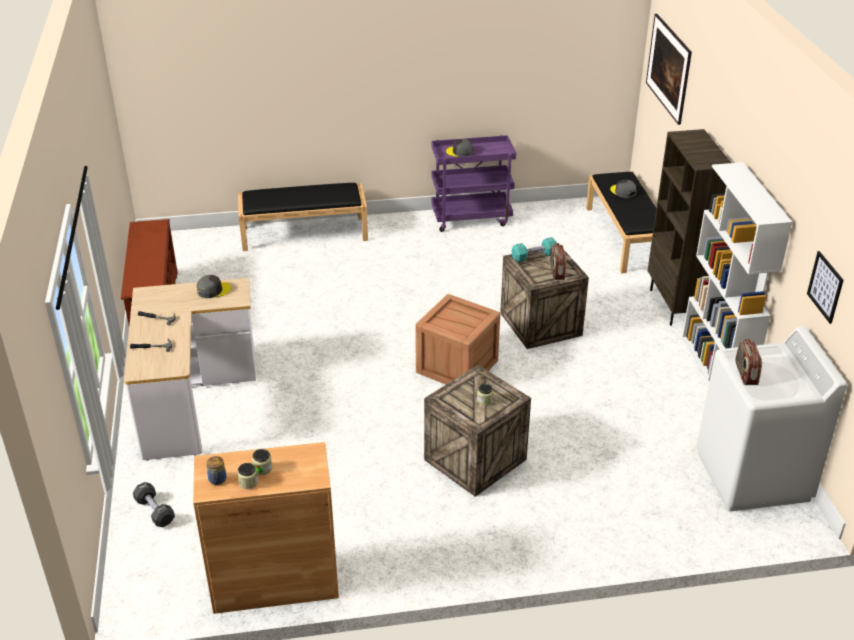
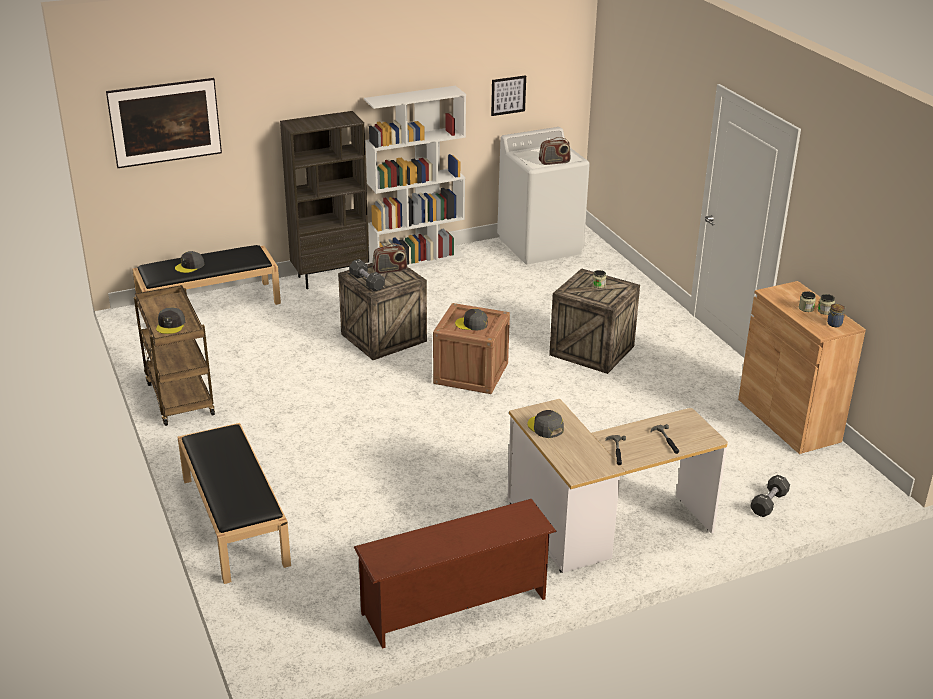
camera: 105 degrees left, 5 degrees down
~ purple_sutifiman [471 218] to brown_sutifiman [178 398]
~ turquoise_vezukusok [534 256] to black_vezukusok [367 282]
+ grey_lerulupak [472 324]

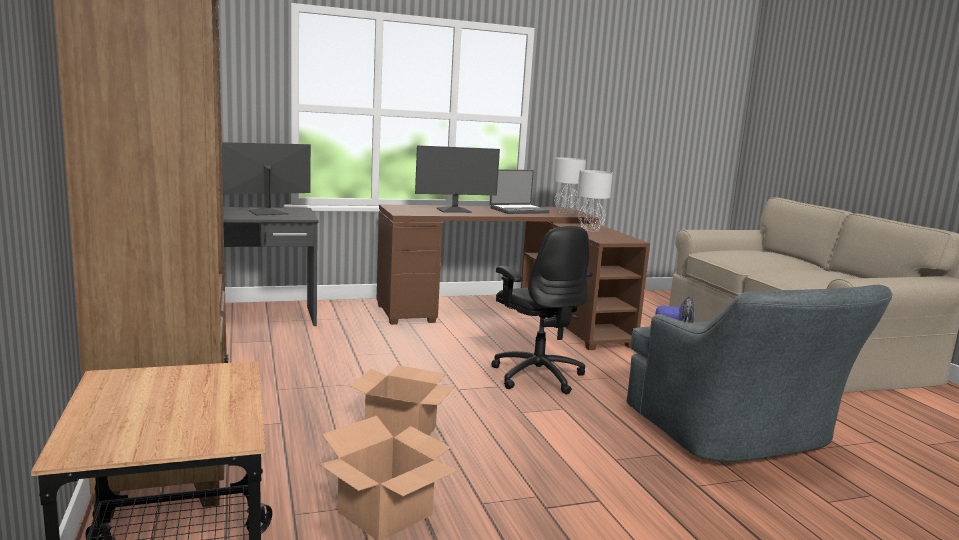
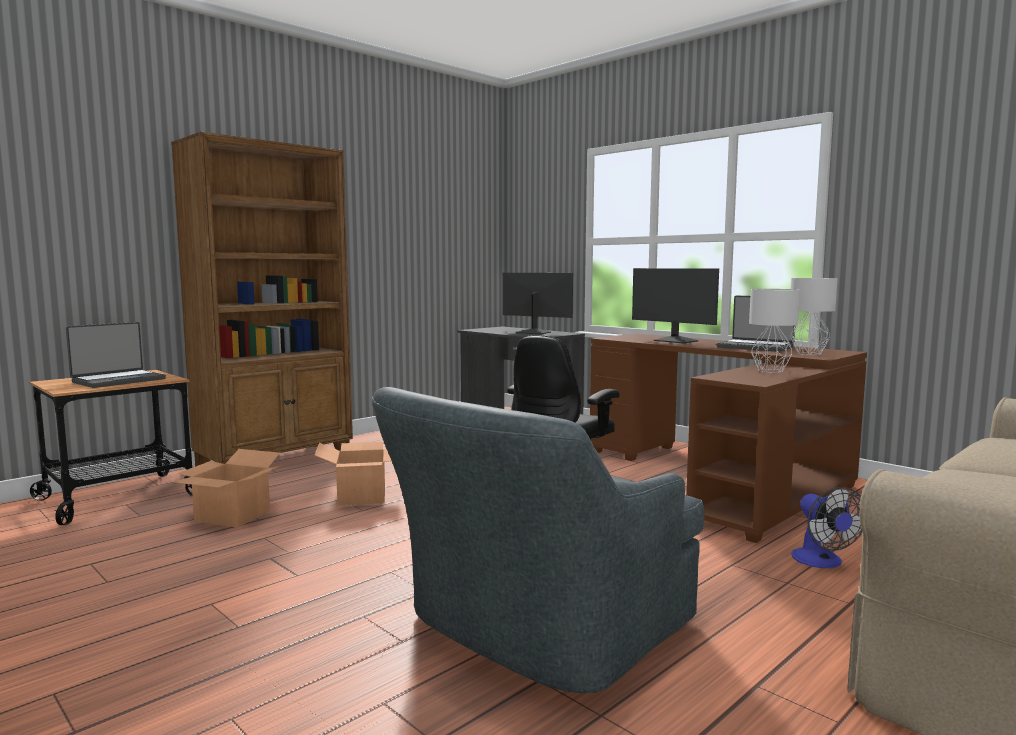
camera: 65 degrees right, 5 degrees down
+ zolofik [118 380]

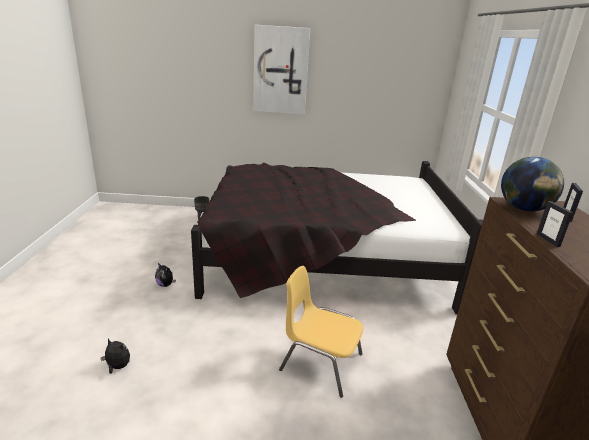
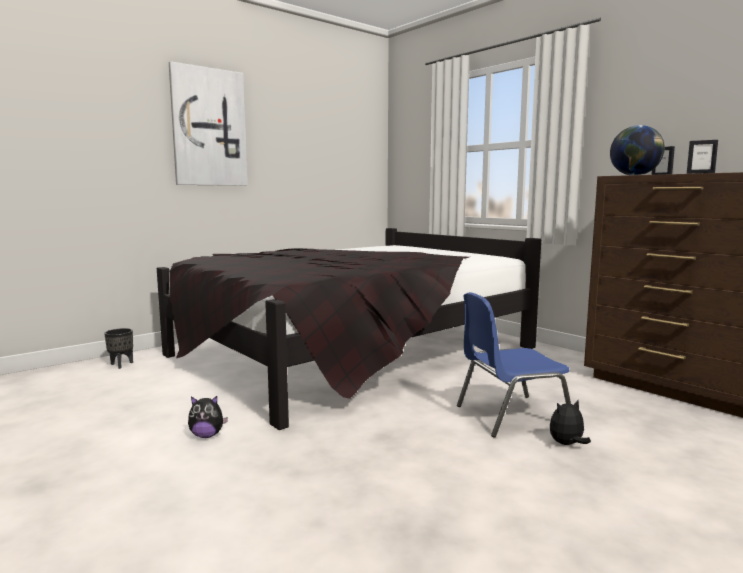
camera: 40 degrees left, 15 degrees down
~ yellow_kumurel [320 362] to blue_kumurel [510 416]
~ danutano [117 367] to [567 444]

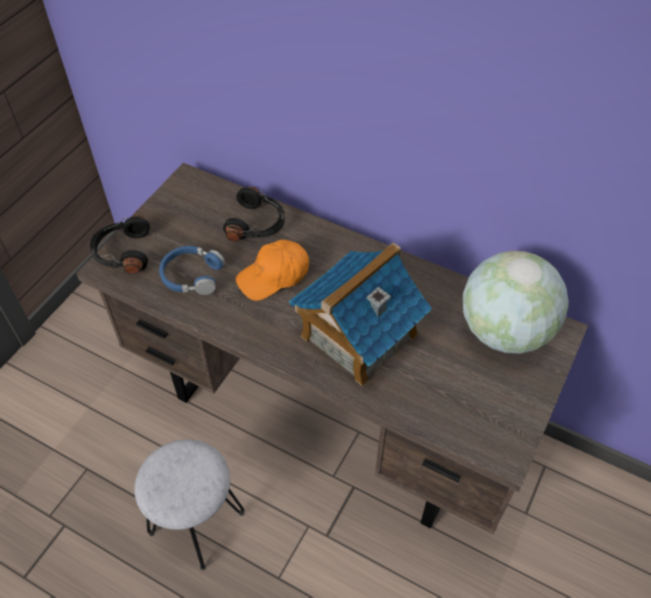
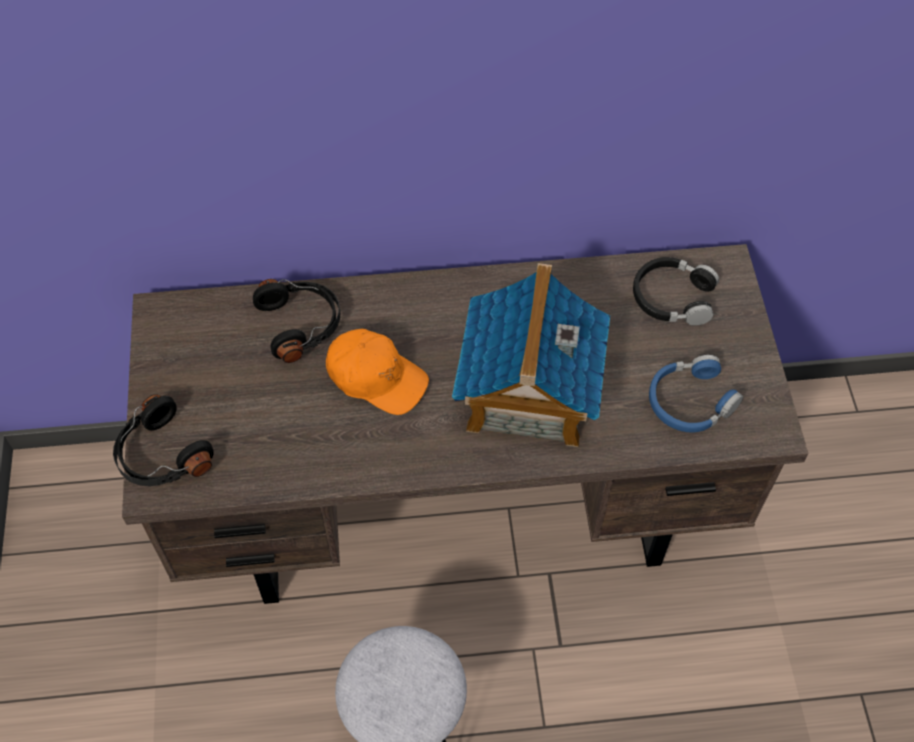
camera: 35 degrees left, 5 degrees up
~ orange_lerulupak [274 276] = [376 377] 90 degrees counterclockwise
~ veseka [504 331] to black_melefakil [672 298]
~ blue_melefakil [192 275] to [690 402]

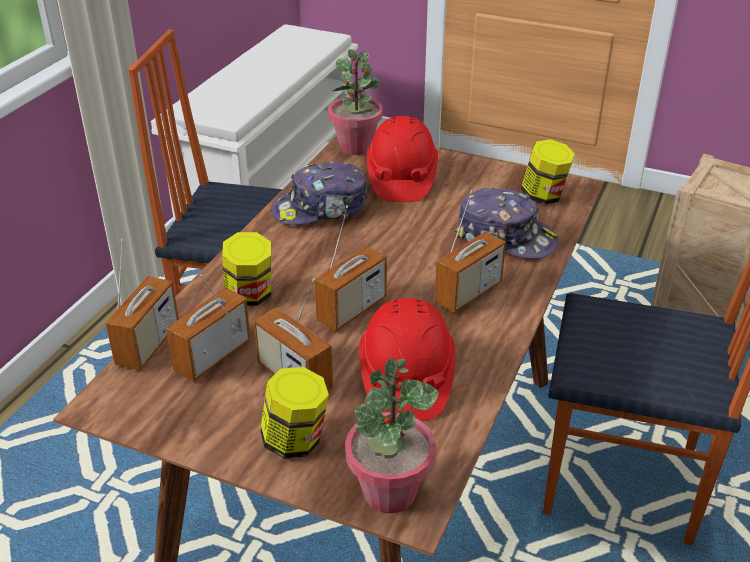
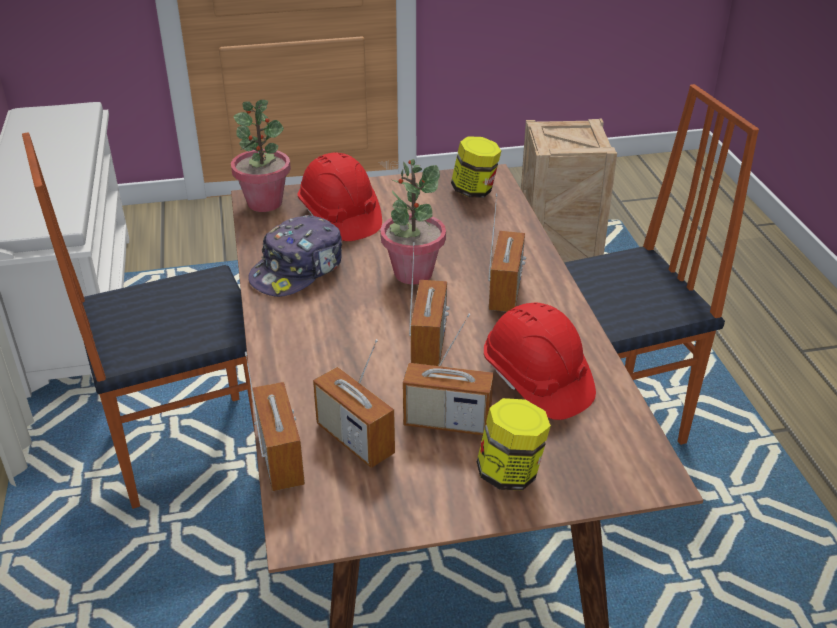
camera: 35 degrees left, 0 degrees up
~ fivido [212 356] = [355 439] 45 degrees counterclockwise
~ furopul [389 492] to [412 273]
- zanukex [250 295]
- lerulupak [505 237]

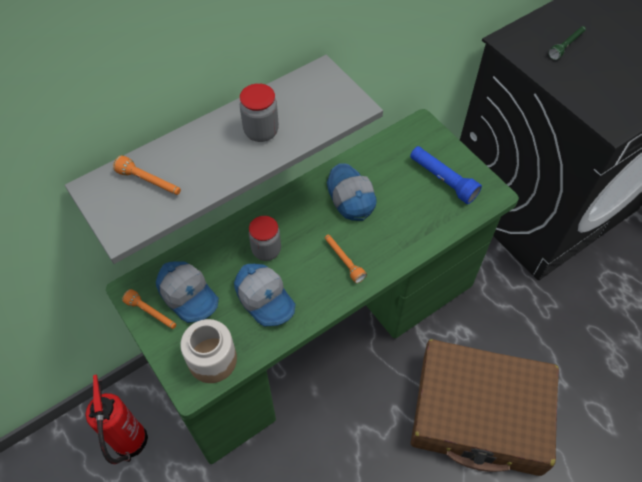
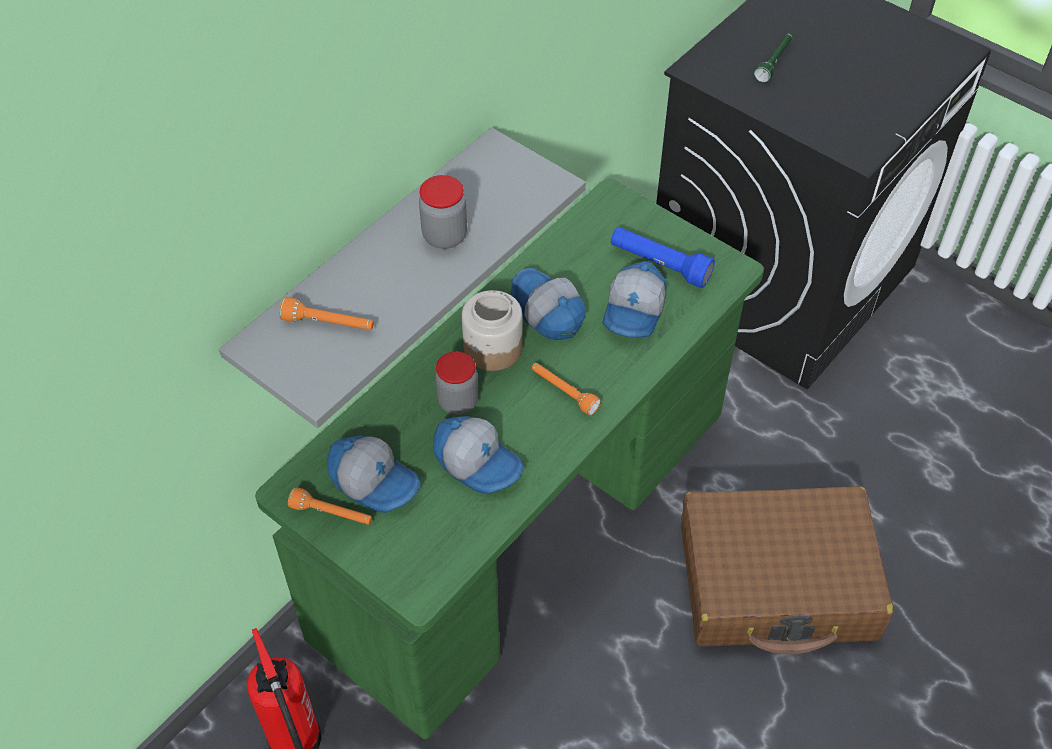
camera: 15 degrees left, 5 degrees down
~ zanukex [212 360] to [492 347]
+ lerulupak [635 311]

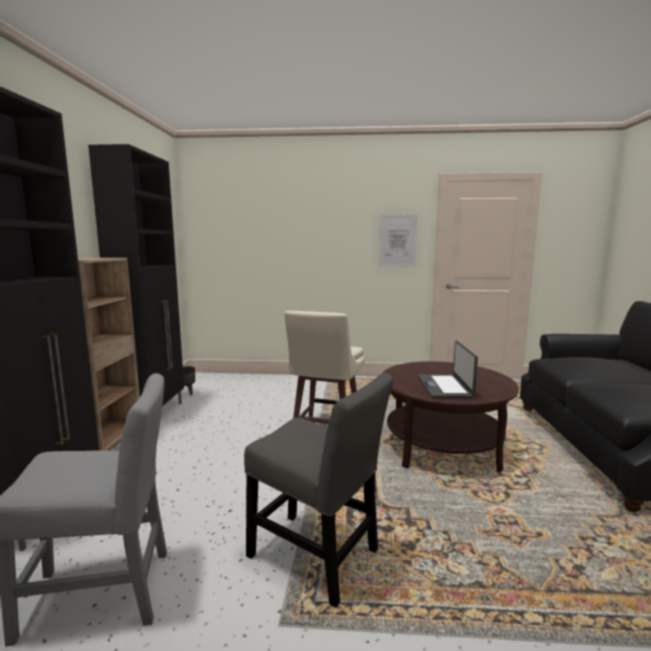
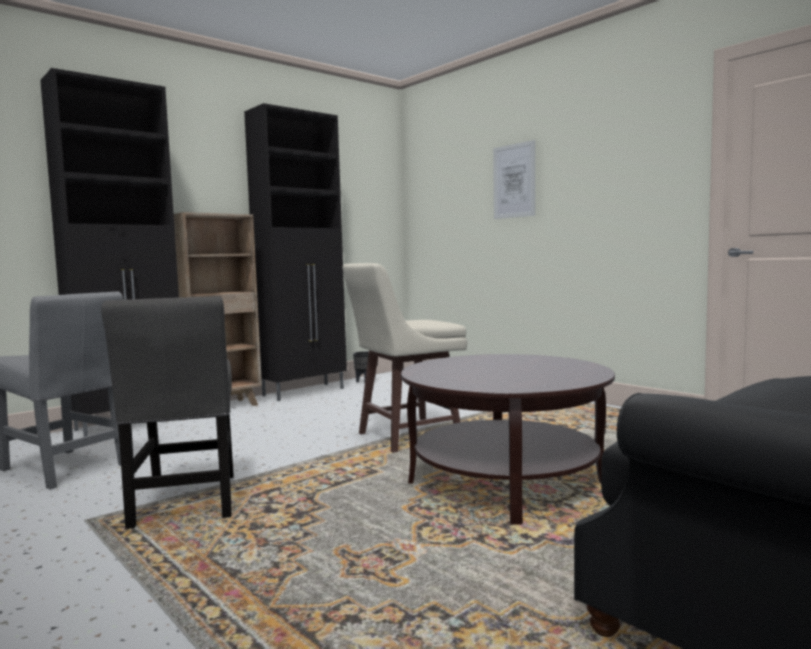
camera: 45 degrees right, 5 degrees down
~ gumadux [397 240] to [514 181]
- zolofik [445 386]

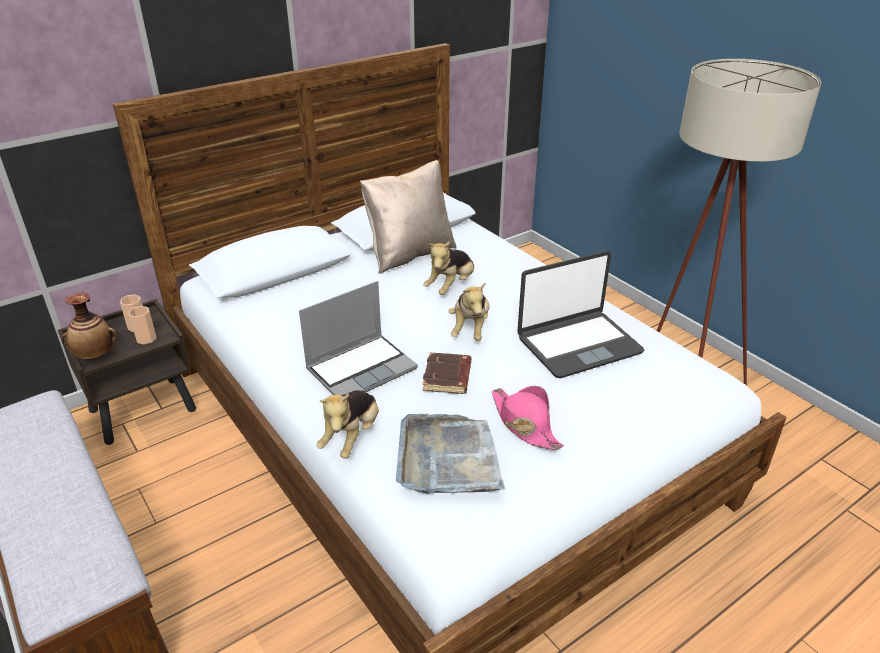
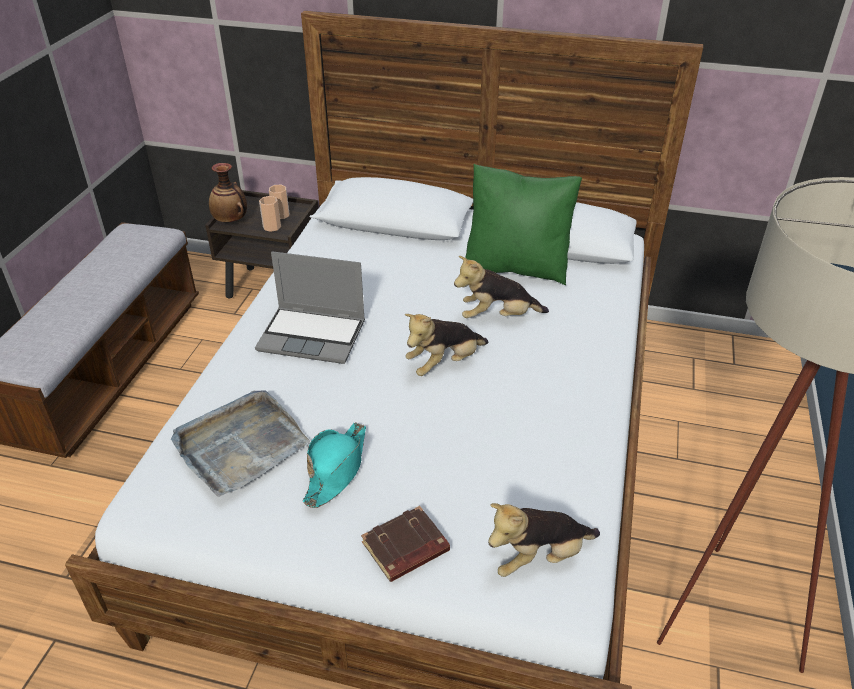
camera: 50 degrees right, 5 degrees up
~ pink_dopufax [524 423] to turquoise_dopufax [336 469]
~ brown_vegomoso [448 377] to [405 549]
~ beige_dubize [409 254] to green_dubize [516 266]
~ danutano [352 437] to [538 557]
- zolofik [578 344]

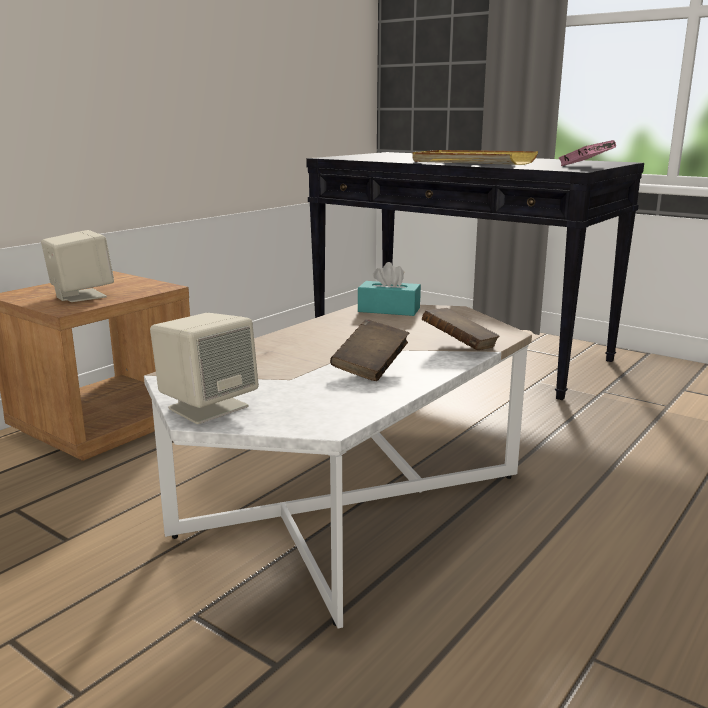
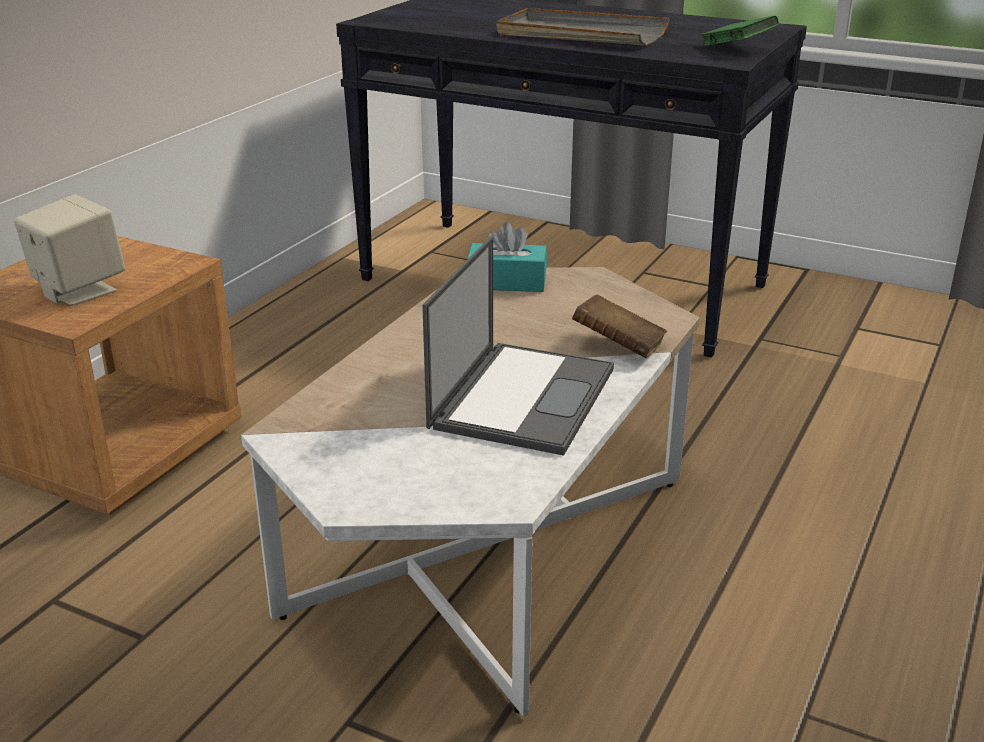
camera: 10 degrees left, 10 degrees up
~ brown_vegomoso [370 368] to zolofik [523 396]
~ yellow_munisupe [472 162] to grey_munisupe [581 34]
~ pink_vegomoso [585 167] to green_vegomoso [737 49]
- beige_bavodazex [207 407]

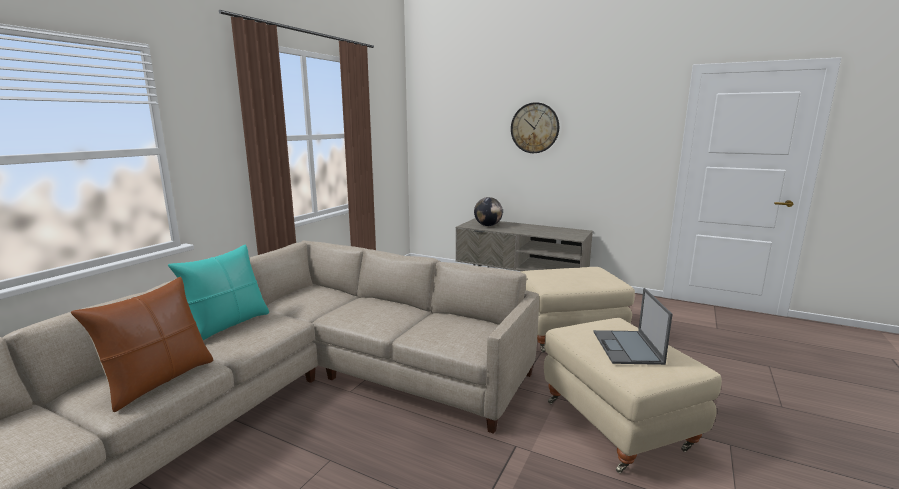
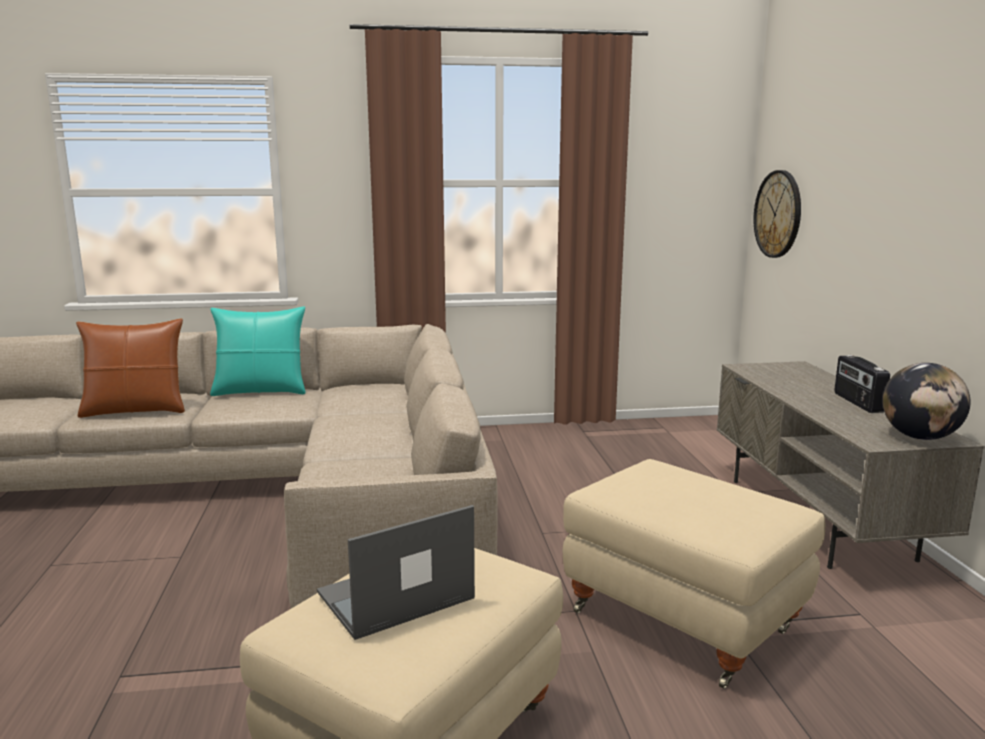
camera: 55 degrees right, 0 degrees up
~ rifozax [534 128] to [778 214]
+ fivido [857 402]
~ veseka [488 225] to [919 437]

